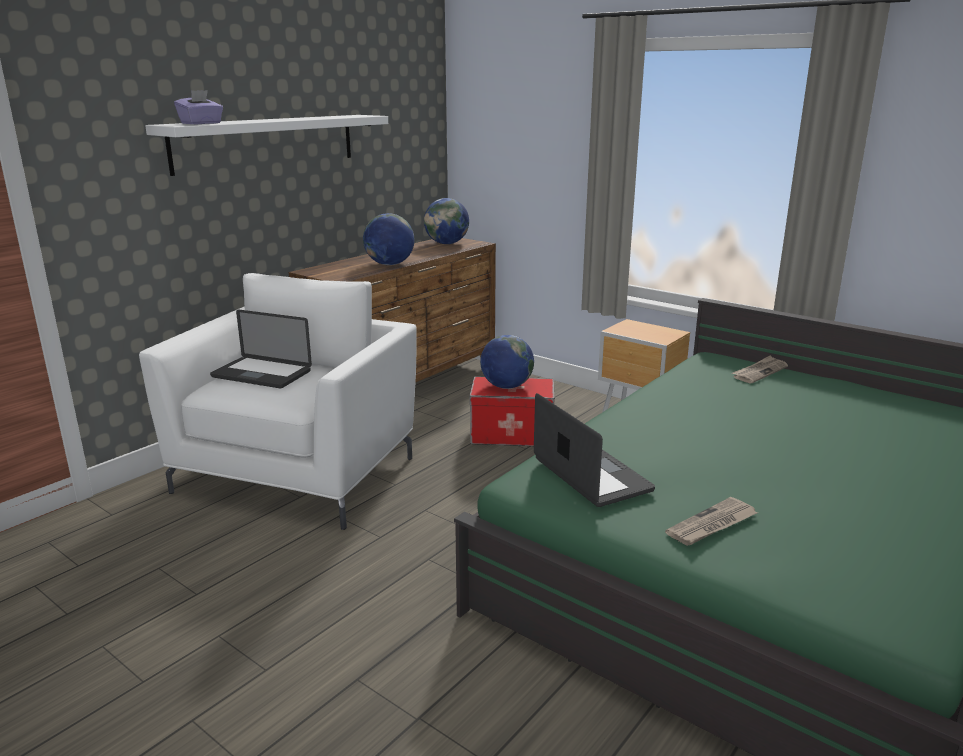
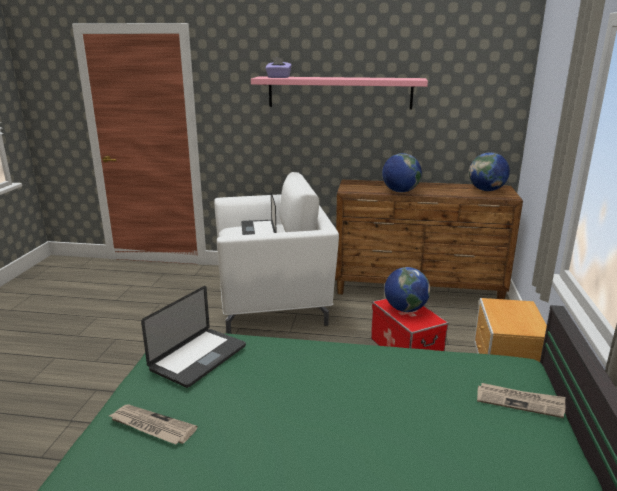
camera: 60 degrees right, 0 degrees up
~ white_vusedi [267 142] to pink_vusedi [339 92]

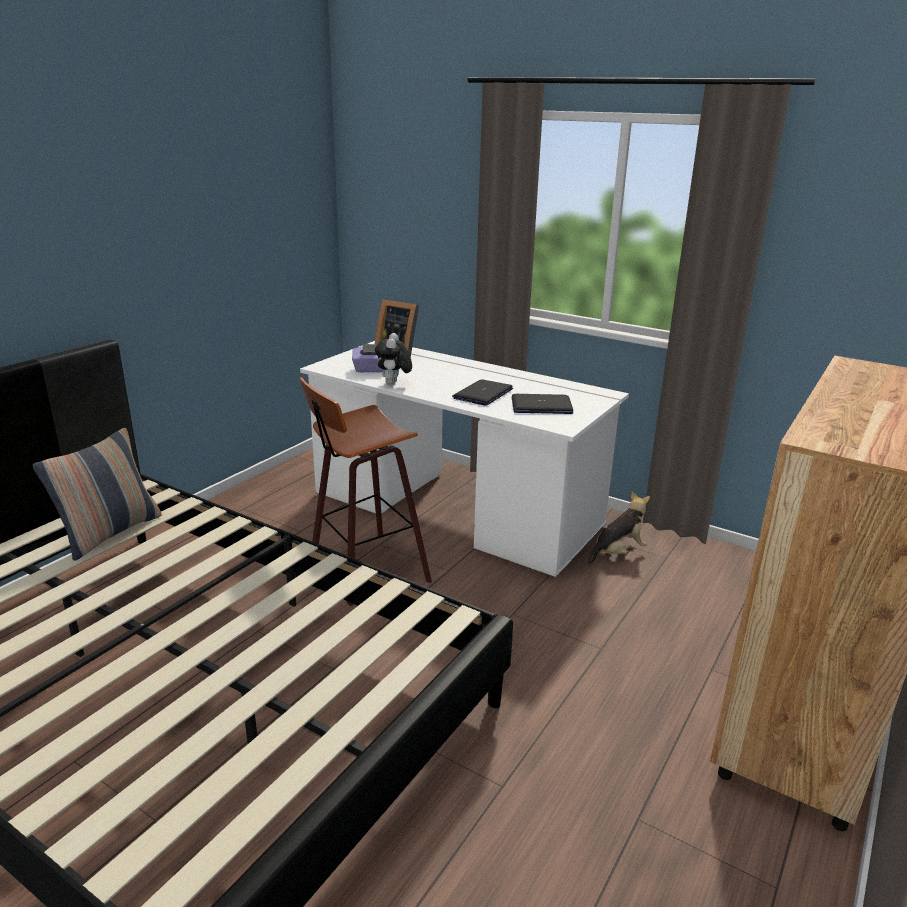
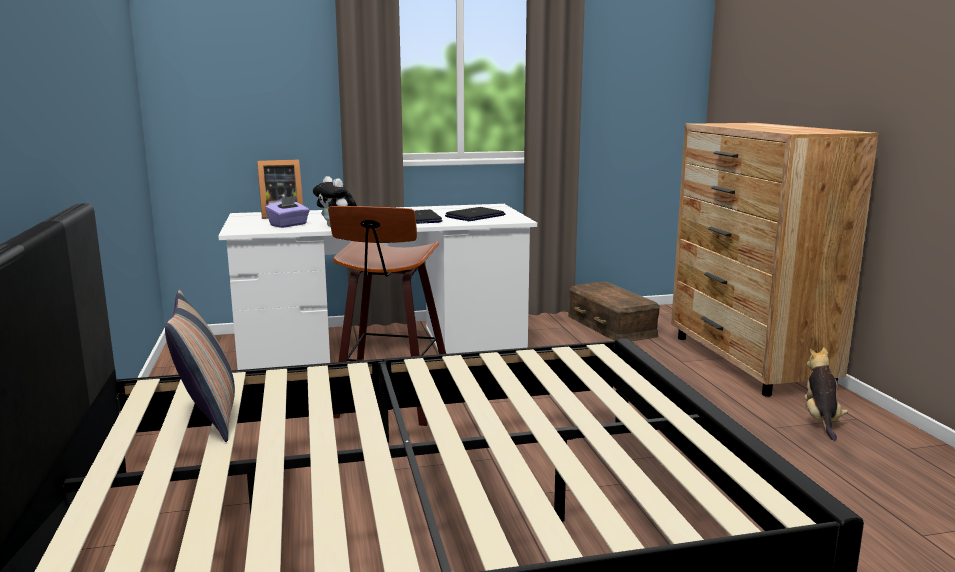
camera: 45 degrees left, 10 degrees down
+ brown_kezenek [612 325]
~ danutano [617 553] to [821 420]

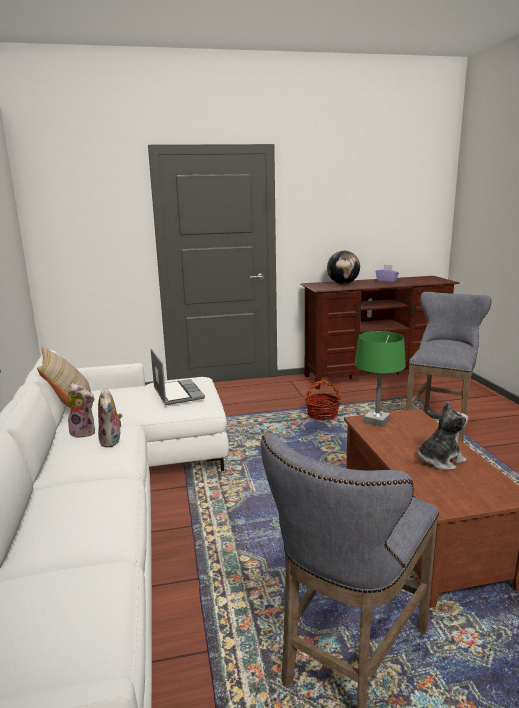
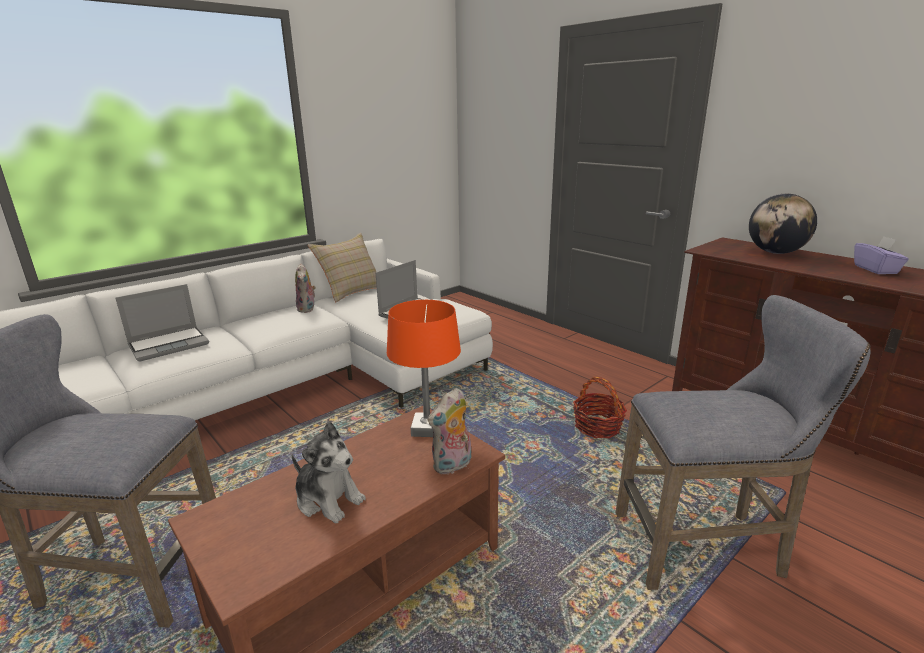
camera: 60 degrees right, 5 degrees up
+ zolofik [170 344]
~ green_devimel [376 421] to orange_devimel [426 429]
~ danutano [112 441] to [452 466]

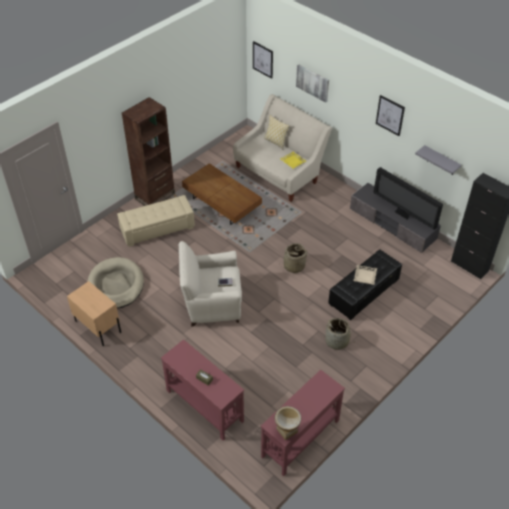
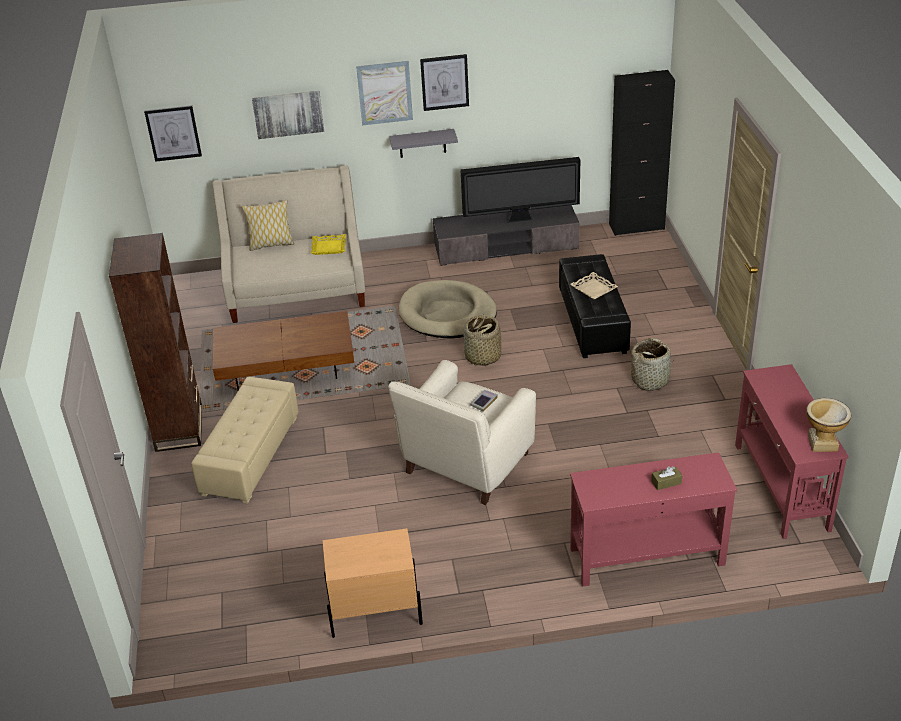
camera: 50 degrees left, 10 degrees down
+ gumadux [385 93]
~ grey_vusedi [441 161] to [422 143]
~ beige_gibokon [116 285] to [447 314]

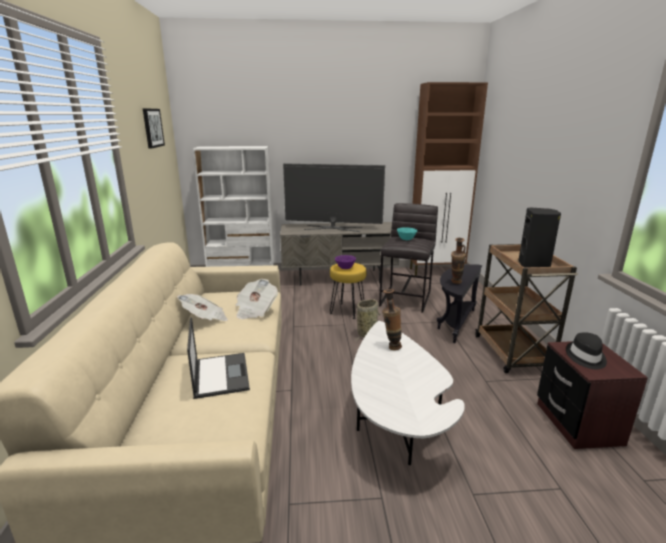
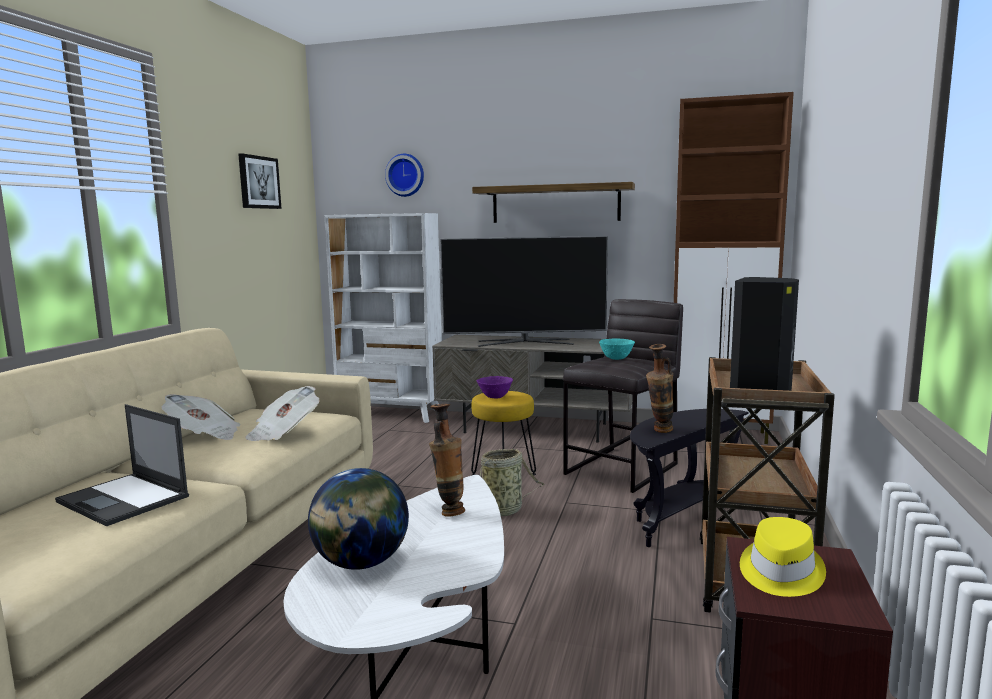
camera: 20 degrees right, 10 degrees down
~ zolofik [220 374] = [124 499] 120 degrees clockwise
+ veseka [361 563]
+ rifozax [405 175]
~ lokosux [333 228] = [524 343] 150 degrees clockwise
+ vusedi [555 203]
~ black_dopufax [585 357] to yellow_dopufax [779 572]

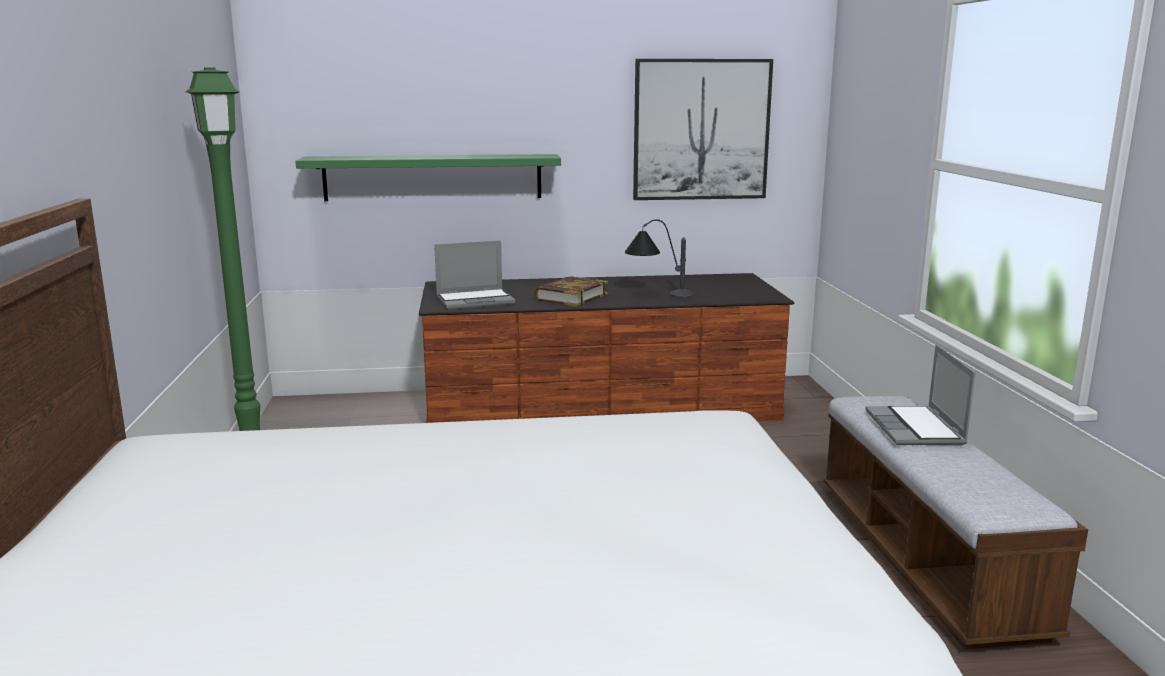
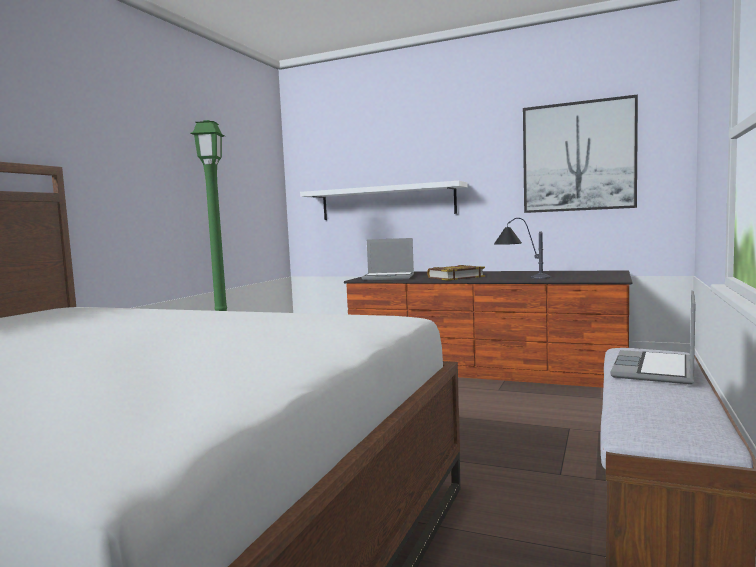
camera: 30 degrees right, 10 degrees down
~ green_vusedi [433 177] to white_vusedi [387 202]

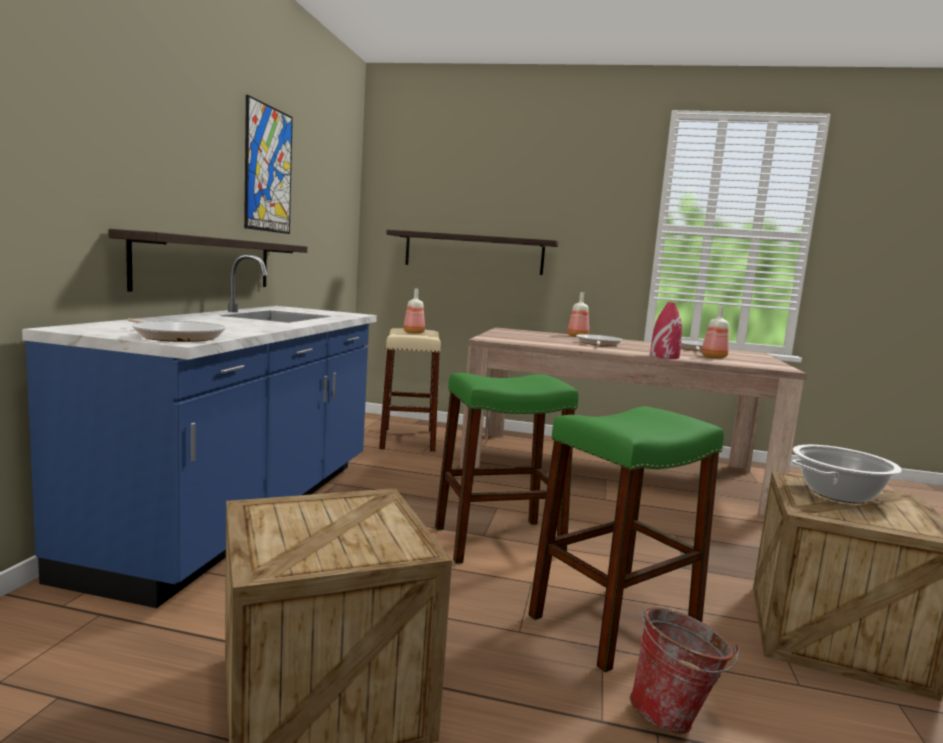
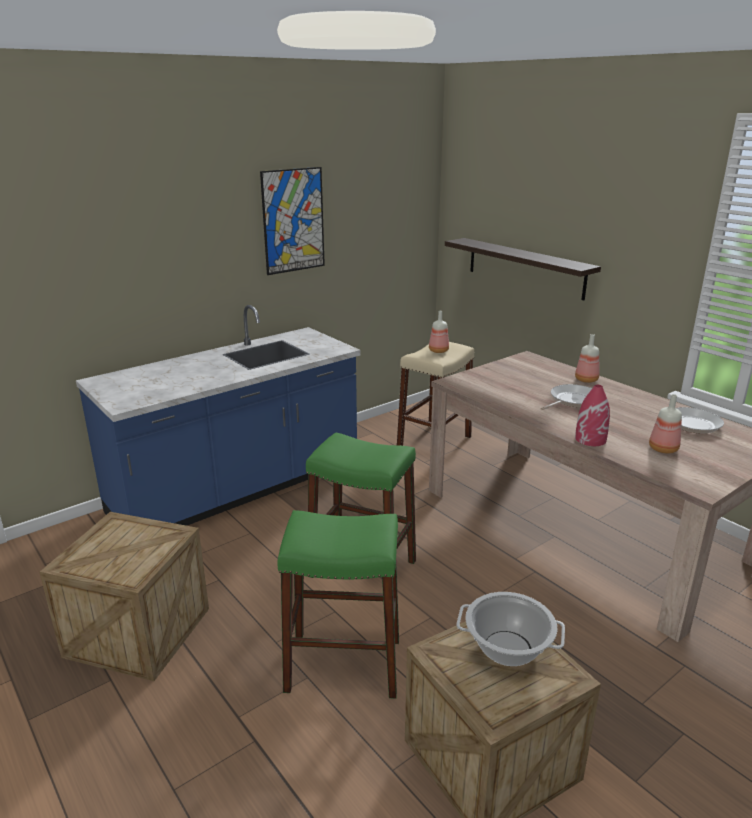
camera: 40 degrees right, 15 degrees up
- vusedi [207 263]
- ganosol [176 336]
- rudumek [675 717]

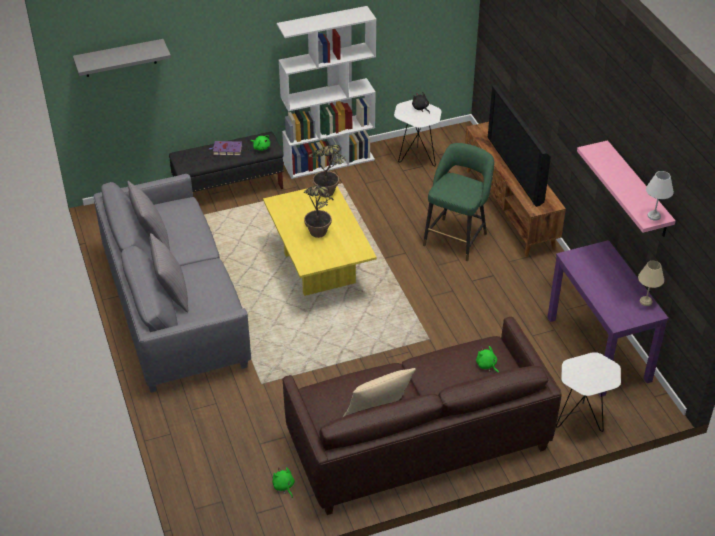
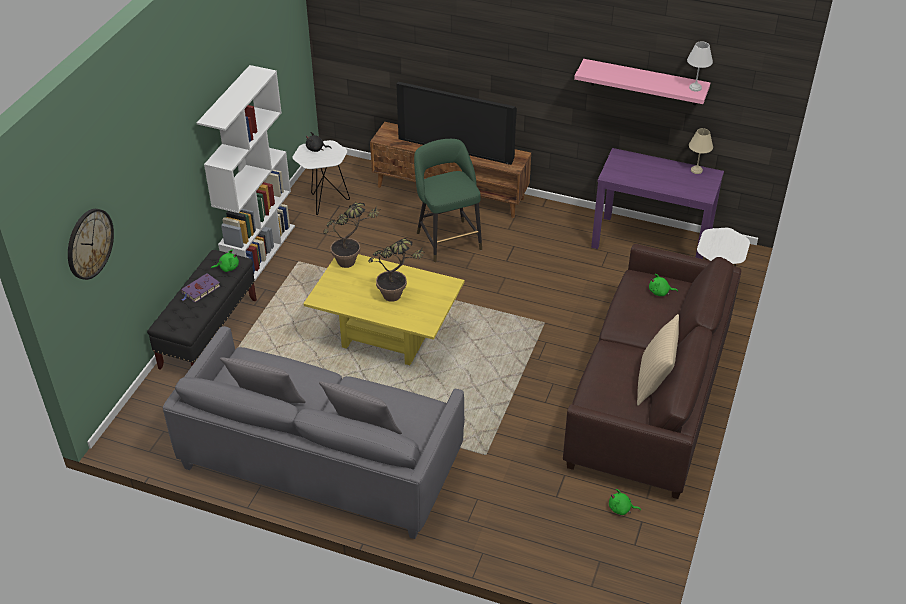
camera: 50 degrees left, 0 degrees up
~ grey_vusedi [120 58] to rifozax [89 243]

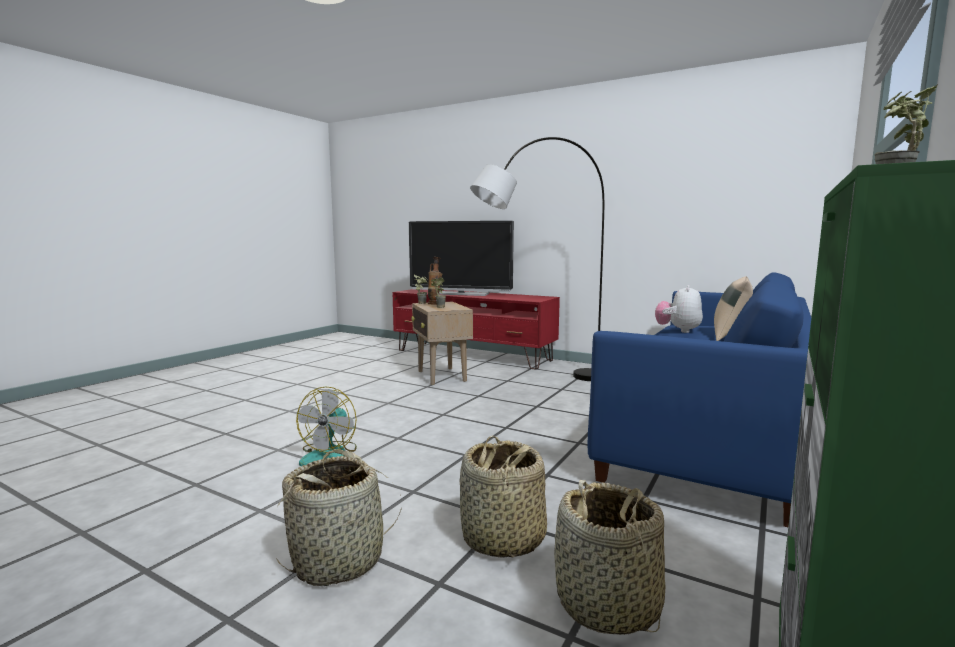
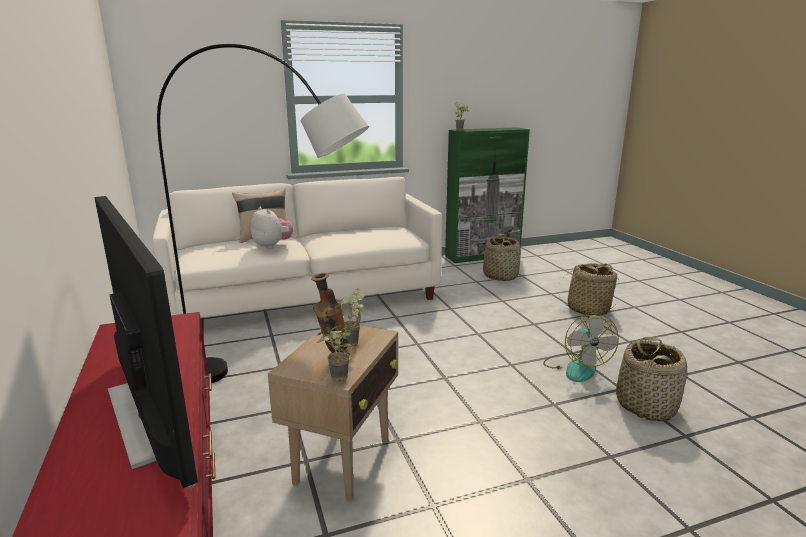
camera: 140 degrees left, 10 degrees up
~ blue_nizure [712 431] to white_nizure [305 296]
~ danutano [678 330] = [272 246] 105 degrees counterclockwise
~ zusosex [330 454] = [576 367] 120 degrees clockwise
~ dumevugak [502 539] to [646 405]

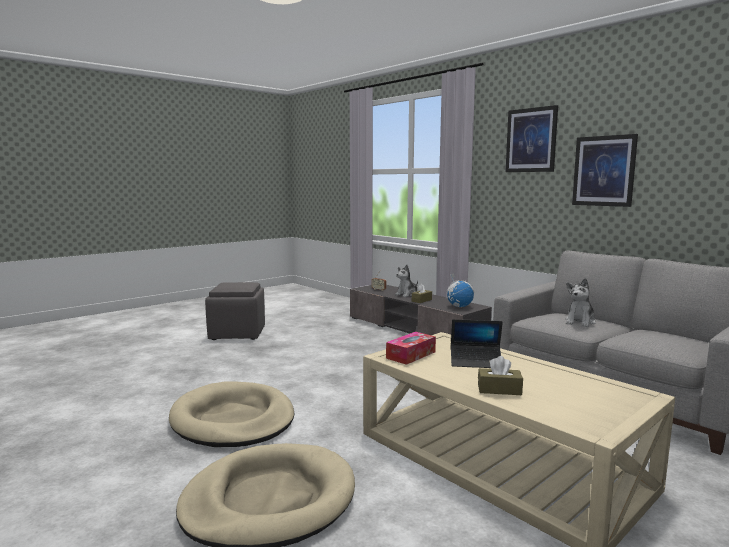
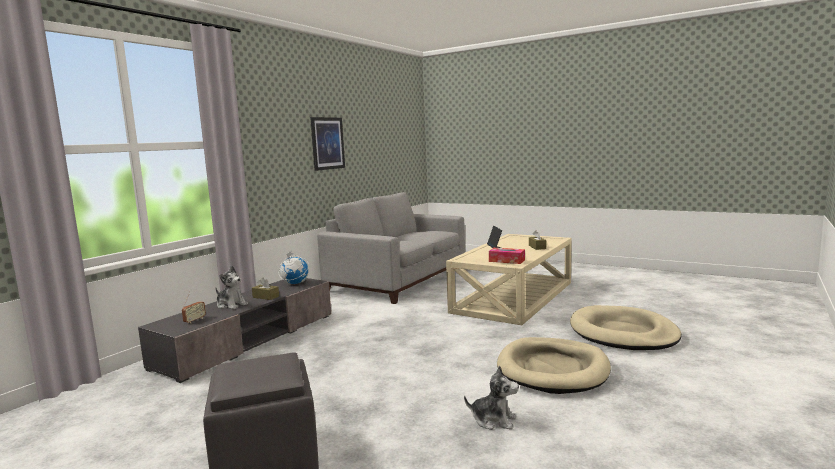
camera: 105 degrees left, 0 degrees up
~ danutano [580 322] to [493 420]
- gumadux [531 140]

